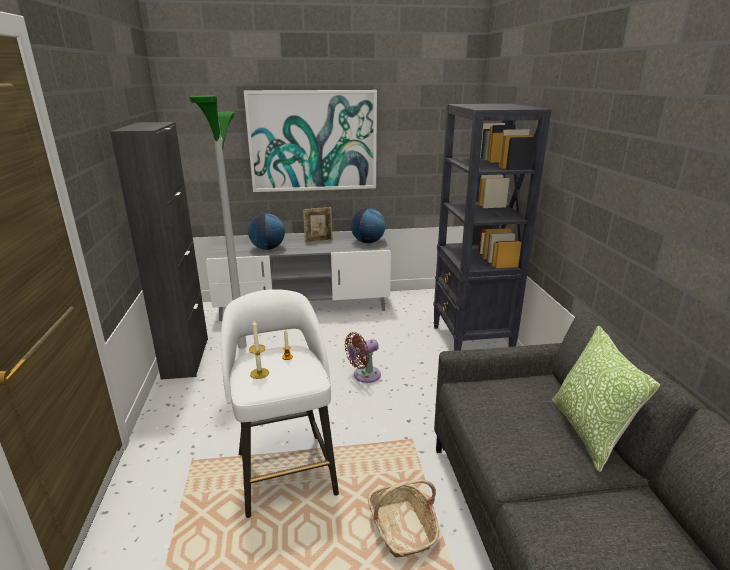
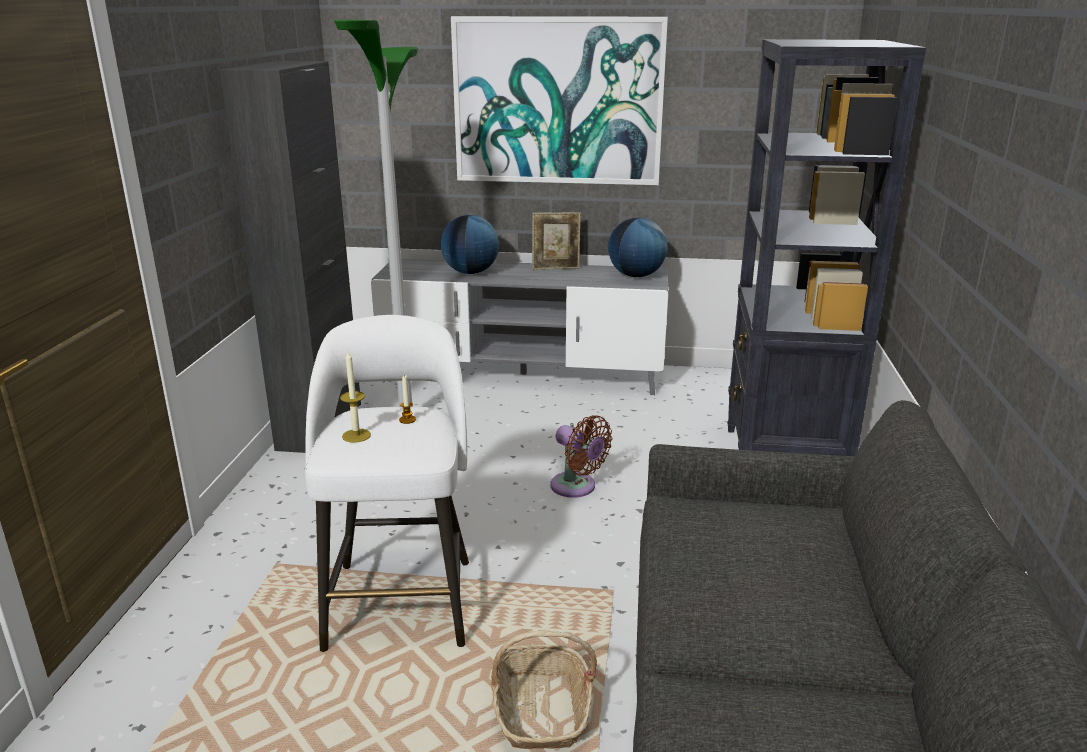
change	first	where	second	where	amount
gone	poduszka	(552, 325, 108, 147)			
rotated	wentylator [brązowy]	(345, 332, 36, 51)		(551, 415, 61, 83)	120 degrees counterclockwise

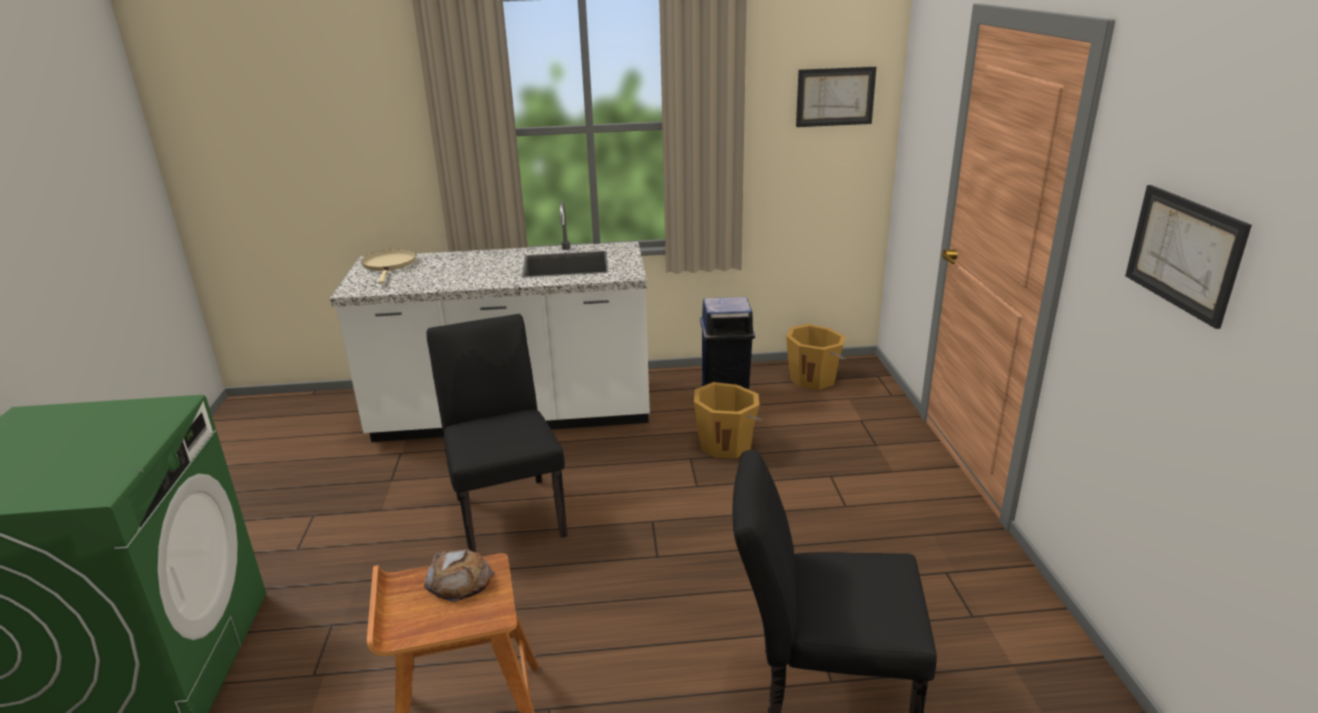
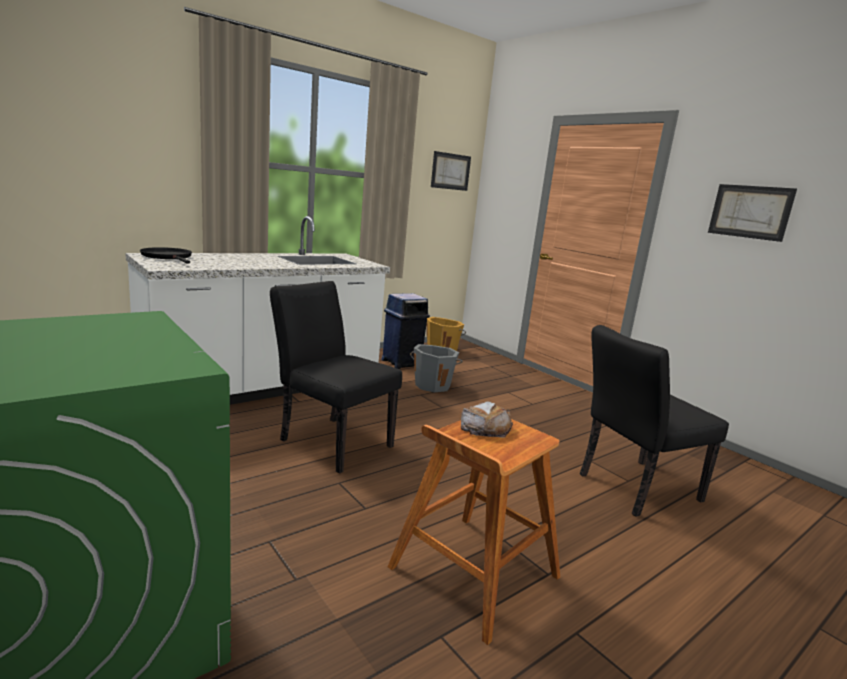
change	first	where	second	where	amount
repainted	patelnia [beżowy]	(361, 249, 55, 35)	patelnia [czarny]	(140, 247, 52, 16)	
repainted	wiadro [pomarańczowy]	(694, 382, 69, 76)	wiadro [szary]	(410, 344, 53, 48)	

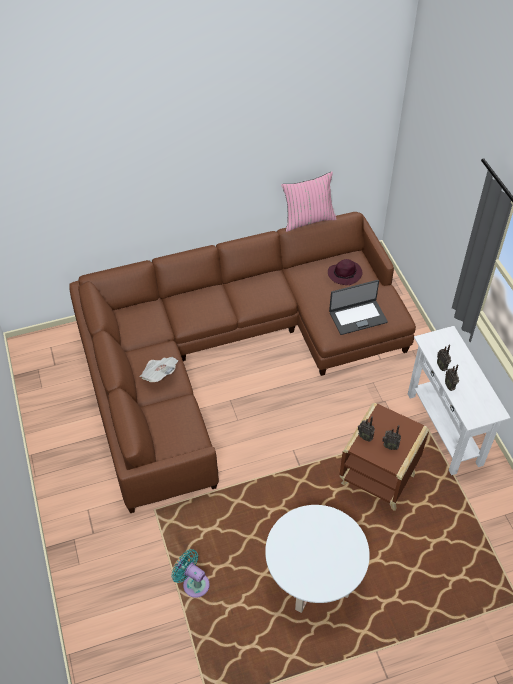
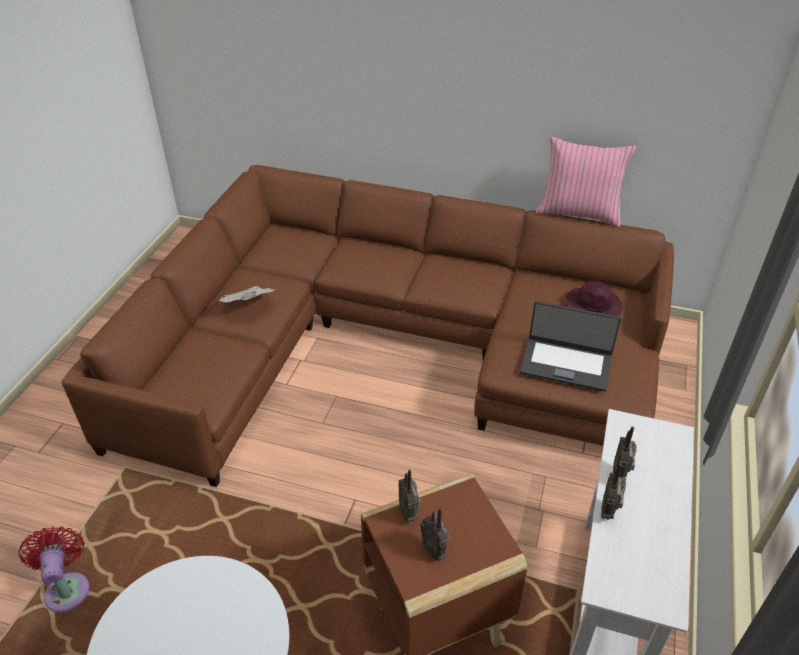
change	first	where	second	where	amount
repainted	wentylator [turkusowy]	(172, 549, 38, 49)	wentylator [czerwony]	(19, 526, 71, 87)	

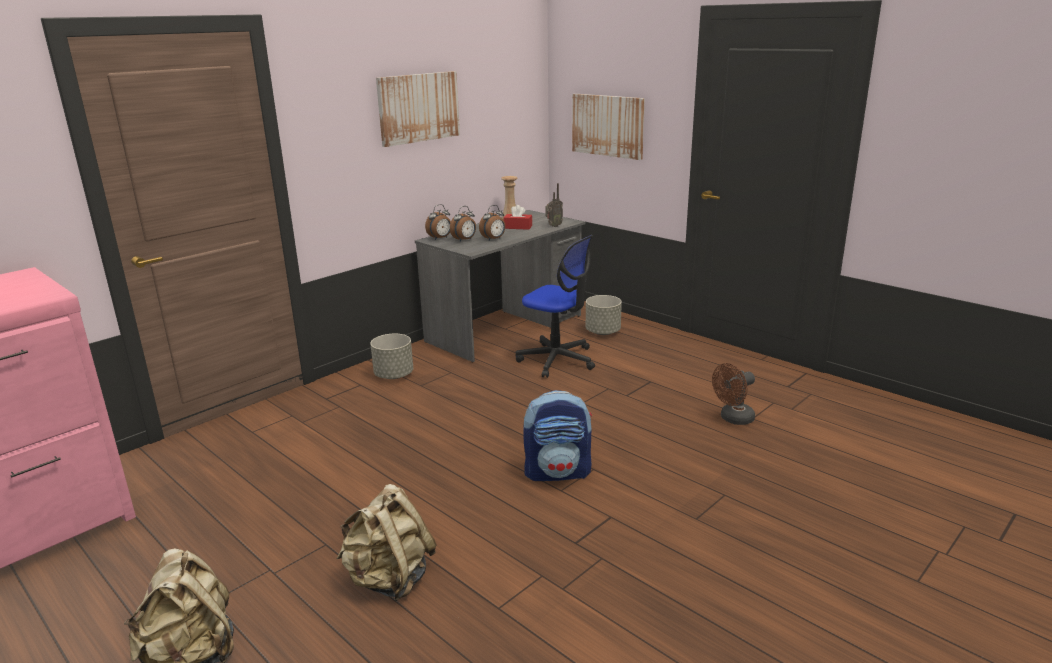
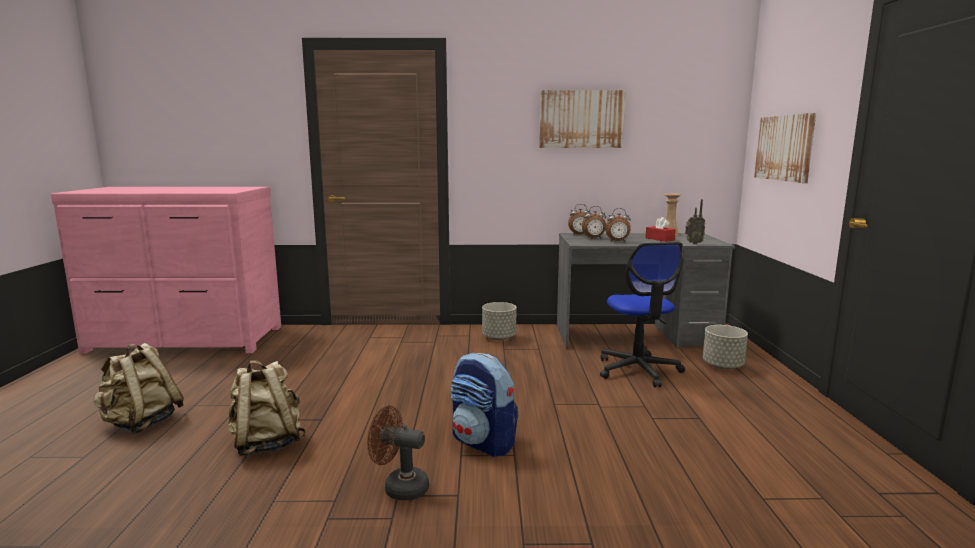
change	first	where	second	where	amount
shifted	wentylator [brązowy]	(712, 363, 43, 62)		(367, 406, 62, 95)	

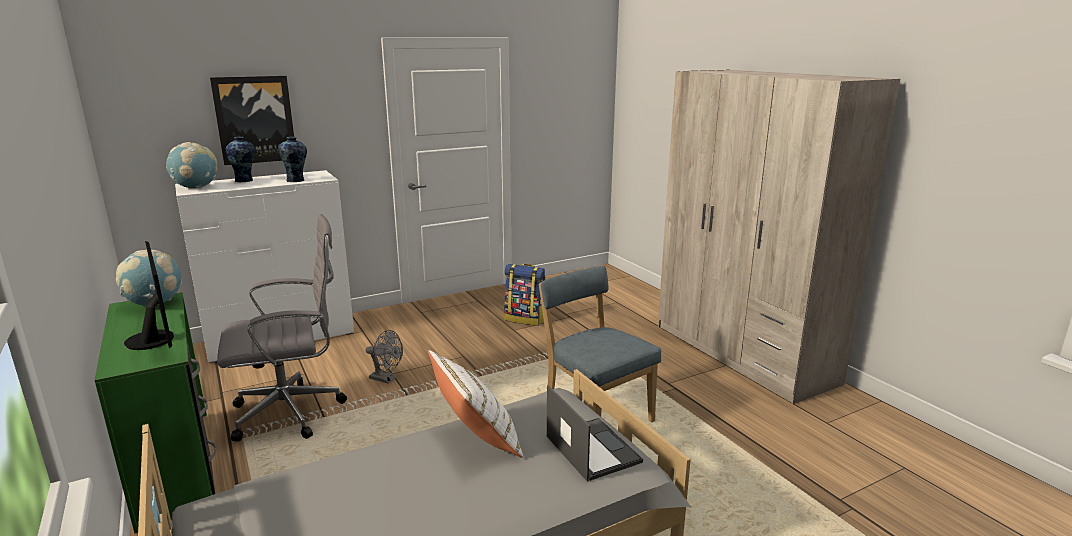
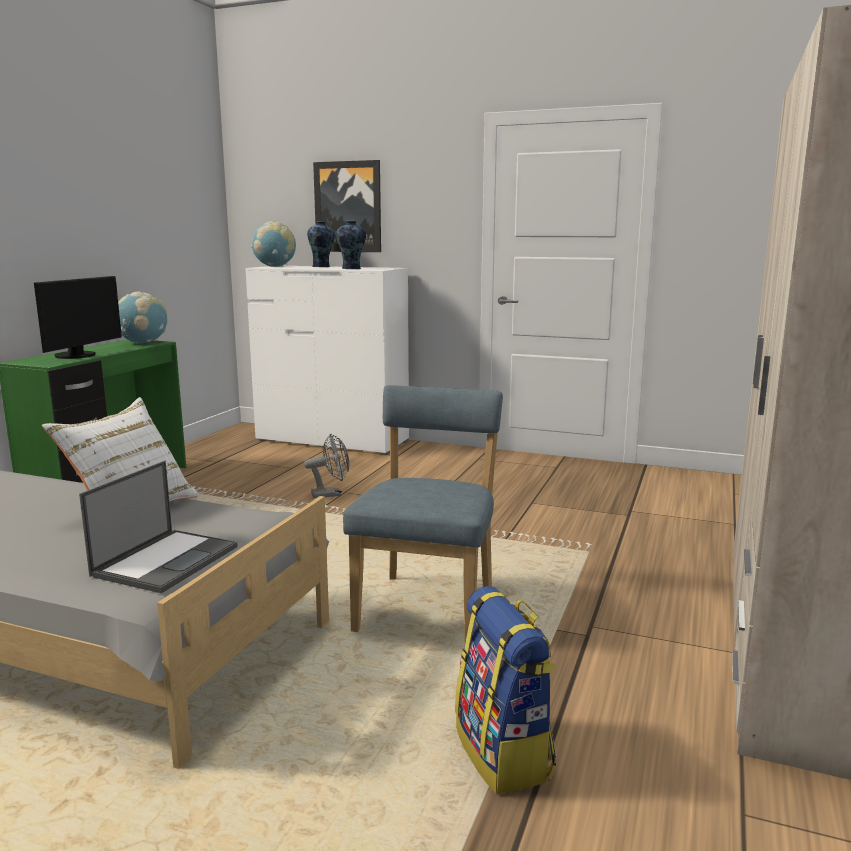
change	first	where	second	where	amount
gone	krzesło biurowe [szary]	(217, 214, 130, 228)			
shifted	plecak	(504, 264, 42, 62)		(455, 586, 101, 208)	
rotated	wentylator [szary]	(365, 330, 38, 54)		(304, 434, 45, 64)	90 degrees counterclockwise

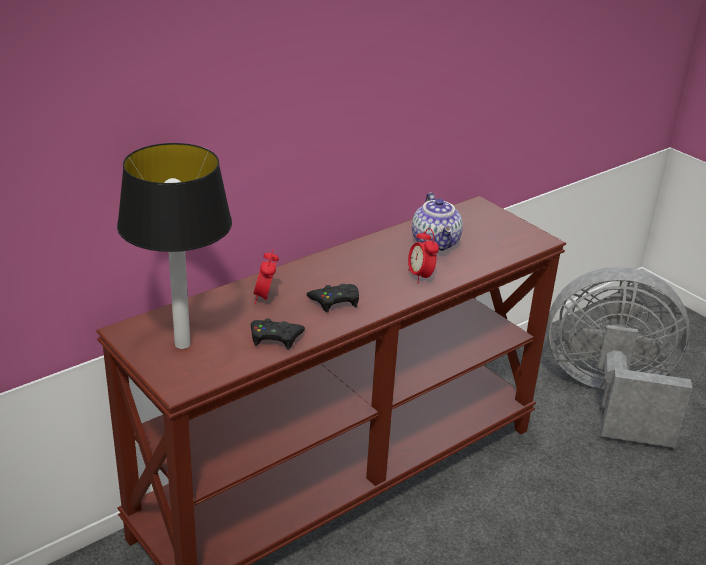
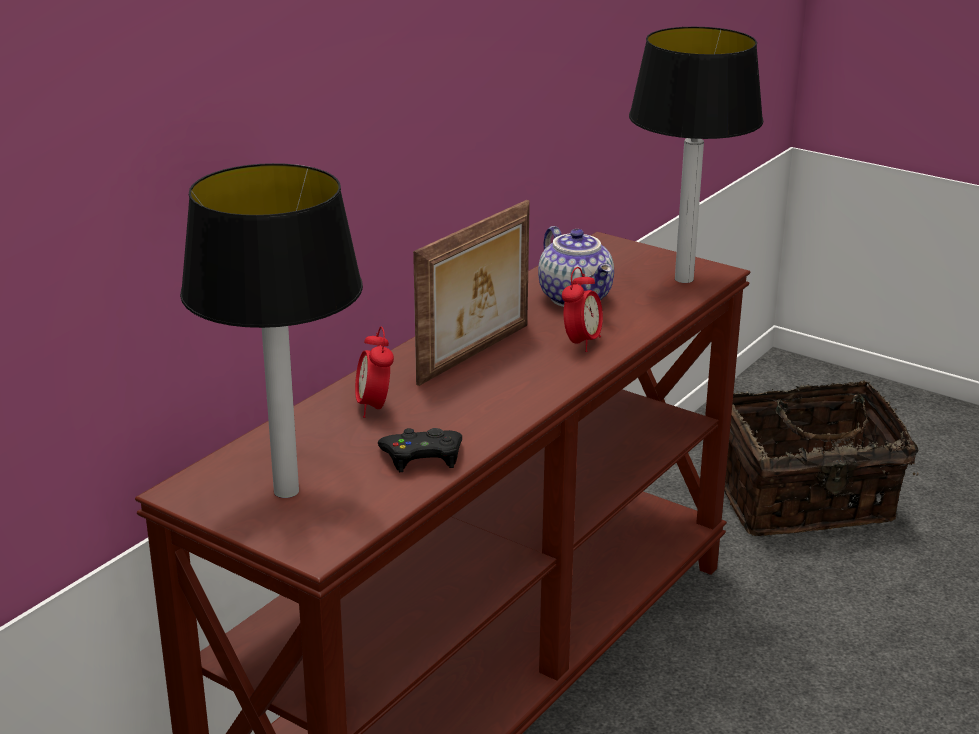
change	first	where	second	where	amount
gone	pad do gier [czarny]	(307, 284, 52, 28)			
new			ramka na zdjęcie	(413, 200, 117, 186)	
new			lampa stołowa	(629, 27, 134, 256)	
swapped	wentylator [szary]	(546, 267, 146, 181)	koszyk	(724, 380, 195, 156)	
rotated	budzik	(408, 228, 31, 56)		(562, 267, 41, 85)	120 degrees counterclockwise

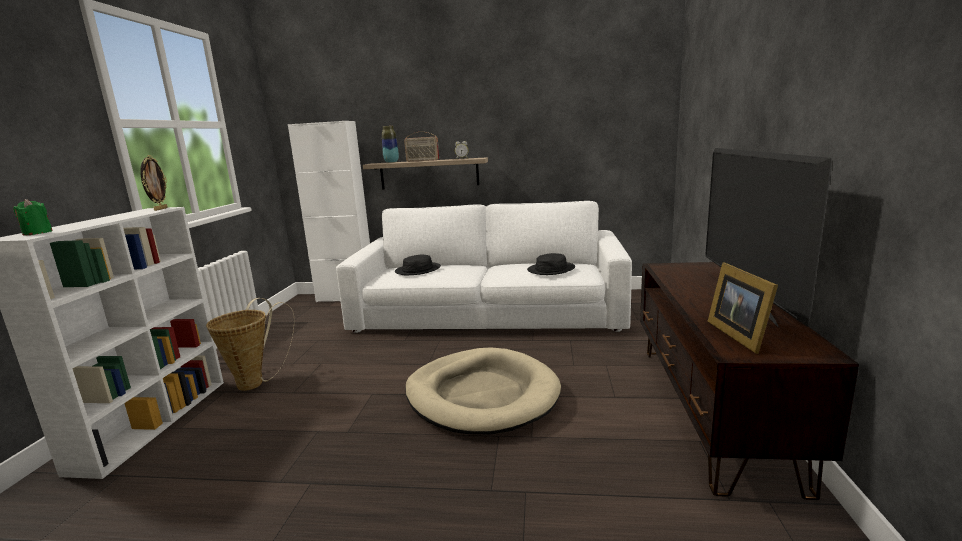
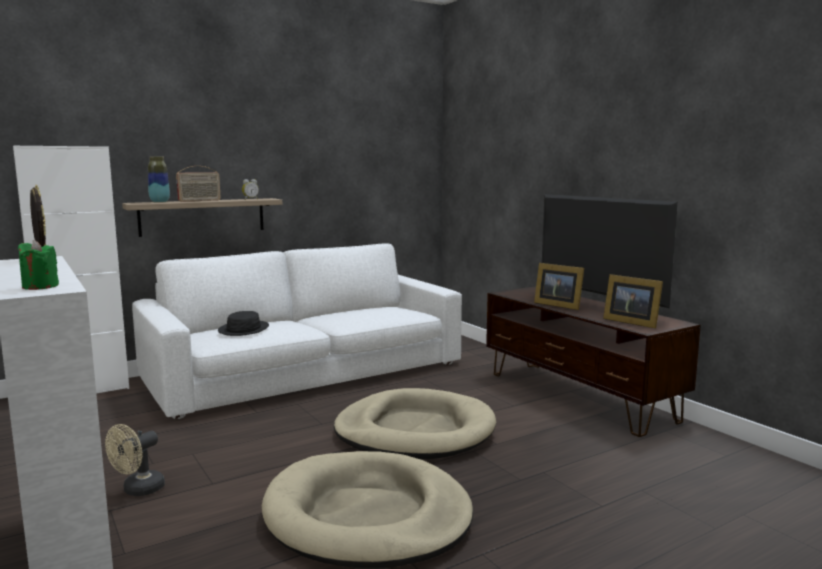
change	first	where	second	where	amount
gone	kapelusz [czarny]	(527, 253, 48, 22)			
new			legowisko [beżowy]	(262, 451, 211, 117)	
new			ramka na zdjęcie	(534, 263, 50, 47)	
swapped	koszyk	(206, 298, 88, 93)	wentylator [beżowy]	(105, 424, 60, 72)	

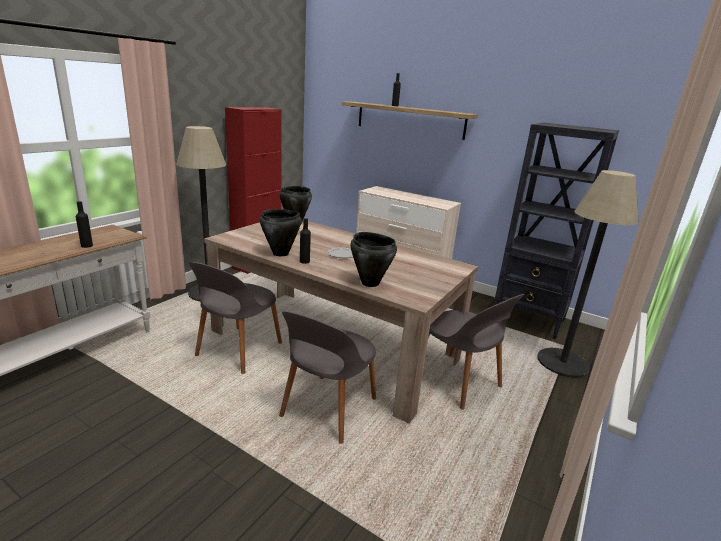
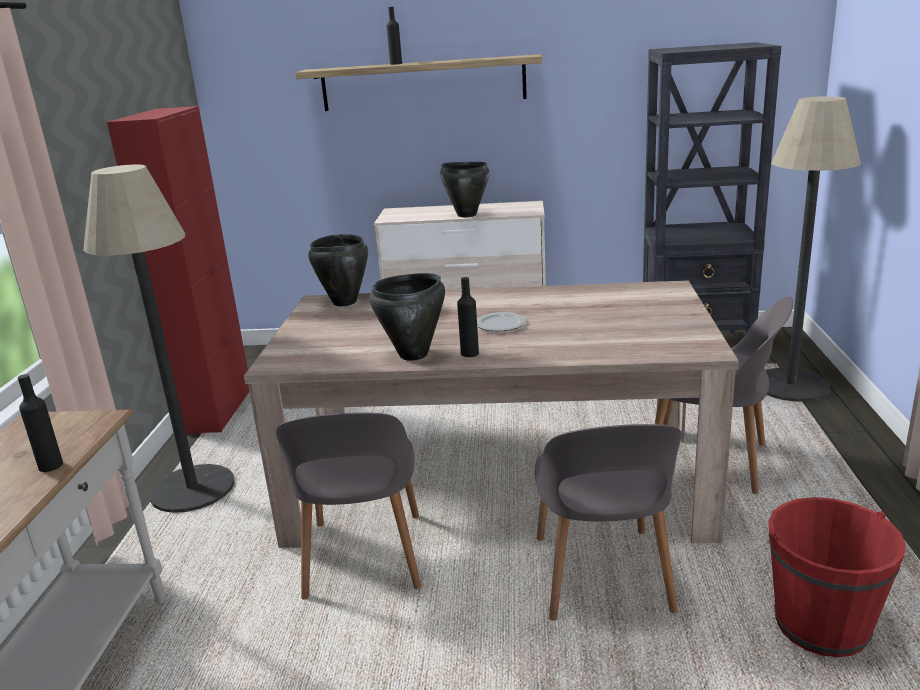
change	first	where	second	where	amount
new			wiadro [czerwony]	(768, 497, 138, 160)	
shifted	garnek [czarny]	(351, 232, 46, 55)		(440, 162, 50, 55)	

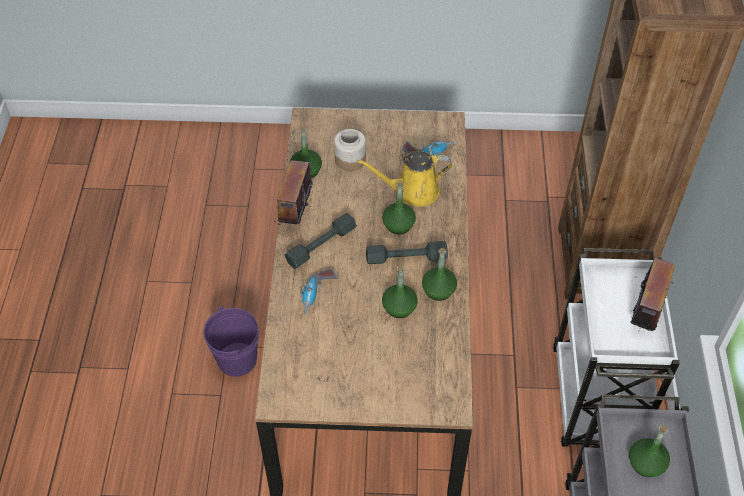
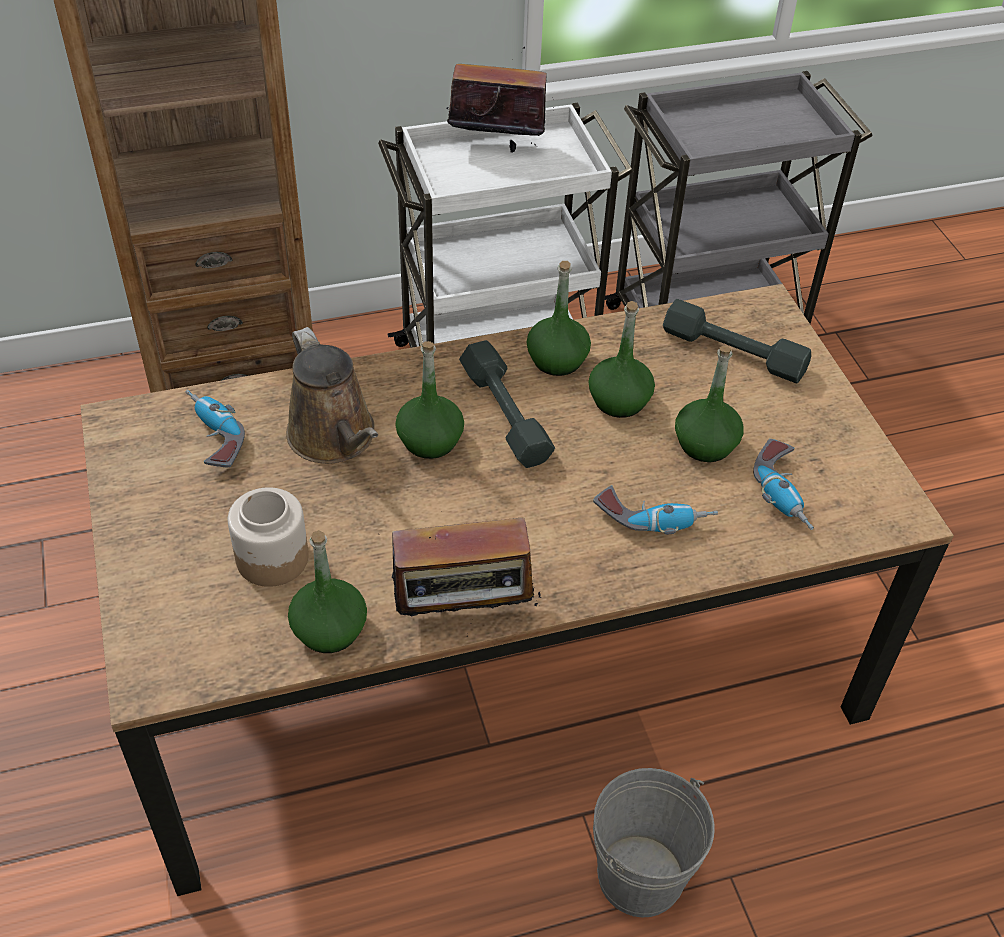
change	first	where	second	where	amount
new			wiertarka	(753, 439, 61, 91)	
shifted	hantel [szary]	(285, 213, 72, 56)		(663, 299, 148, 84)	
shifted	butelka [zielony]	(629, 425, 41, 52)		(675, 346, 69, 116)	
repainted	wiadro [fioletowy]	(203, 307, 56, 70)	wiadro [szary]	(593, 768, 122, 149)	
repainted	konewka [żółty]	(357, 151, 95, 56)	konewka [brązowy]	(286, 327, 92, 137)	

